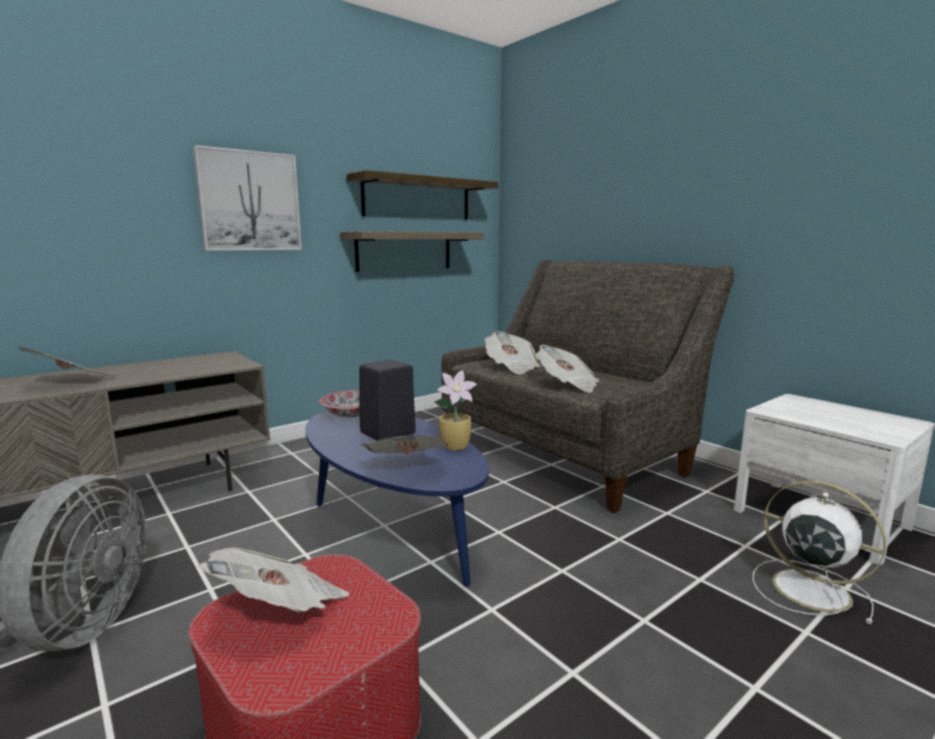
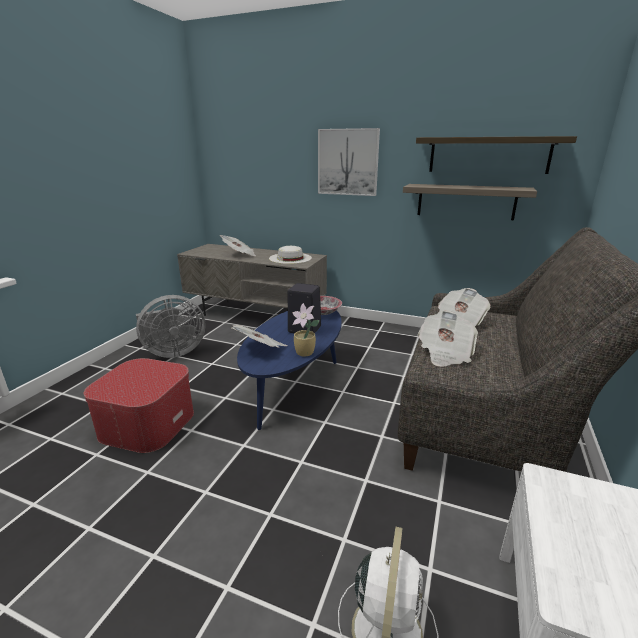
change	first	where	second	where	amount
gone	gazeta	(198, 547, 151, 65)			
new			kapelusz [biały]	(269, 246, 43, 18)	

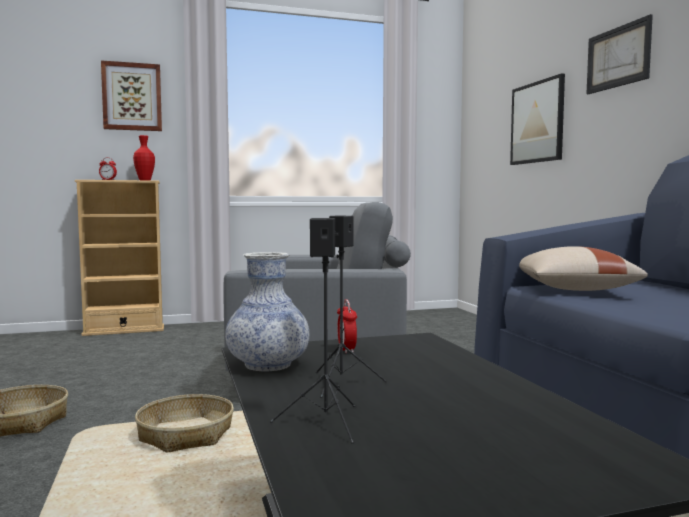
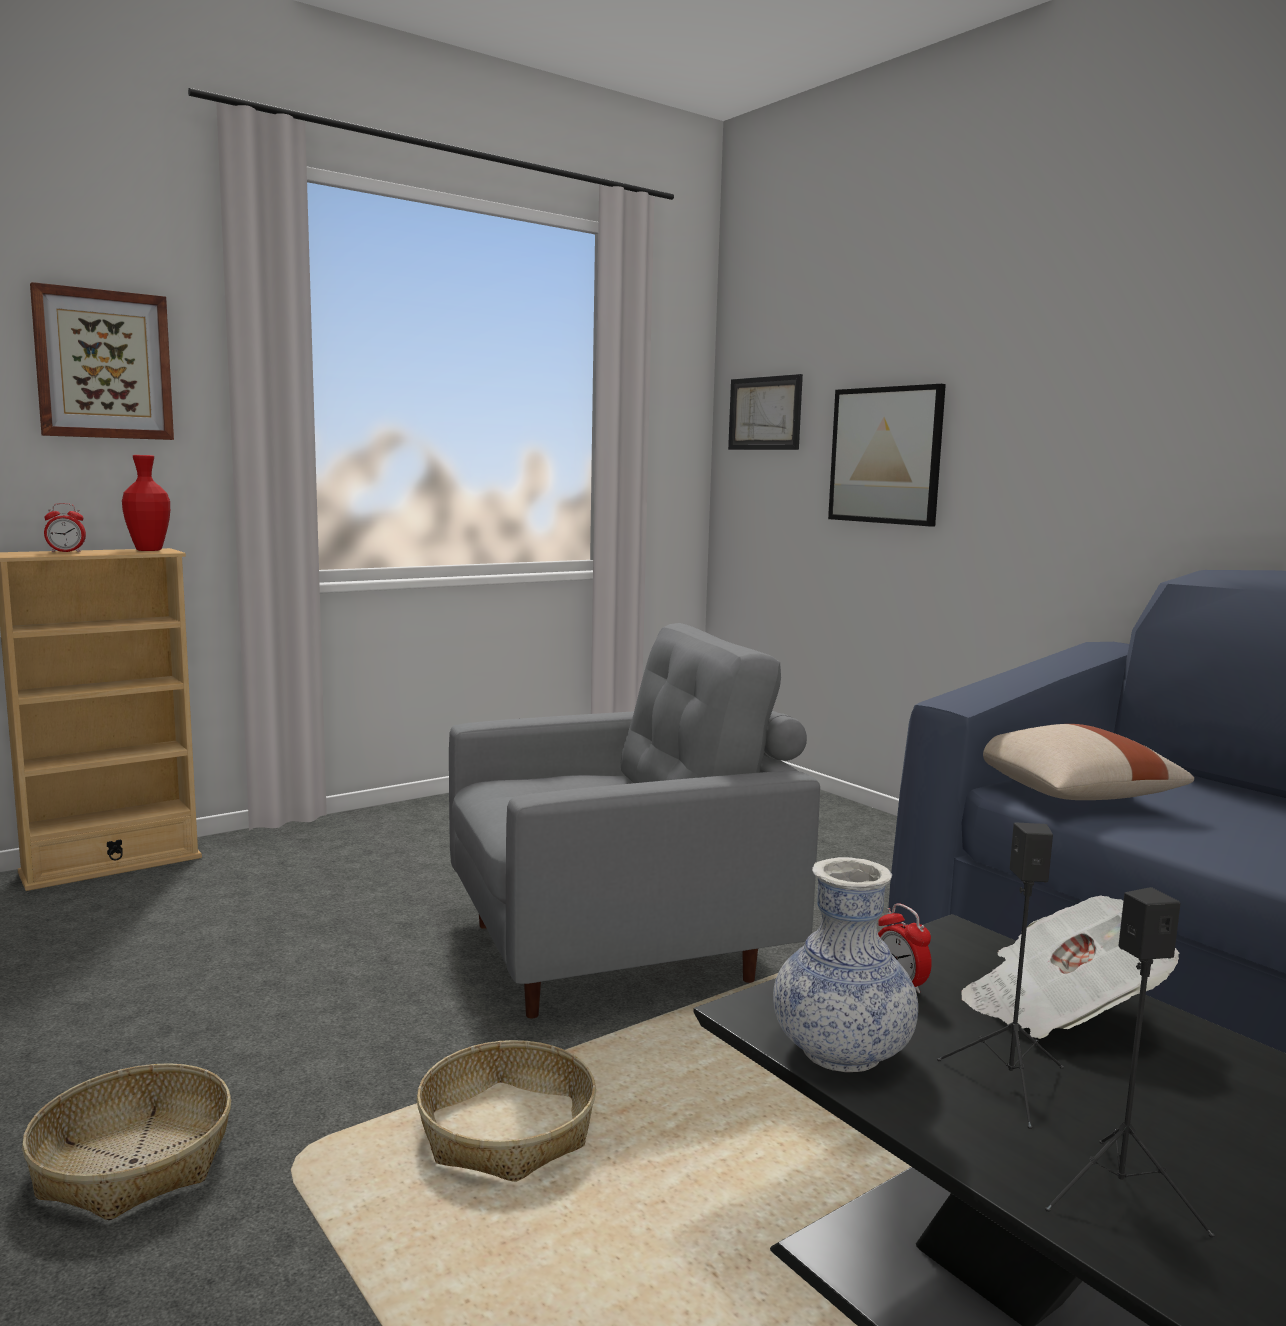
change	first	where	second	where	amount
new			gazeta	(962, 895, 217, 144)	
shifted	obraz	(586, 14, 67, 80)		(728, 374, 75, 76)	

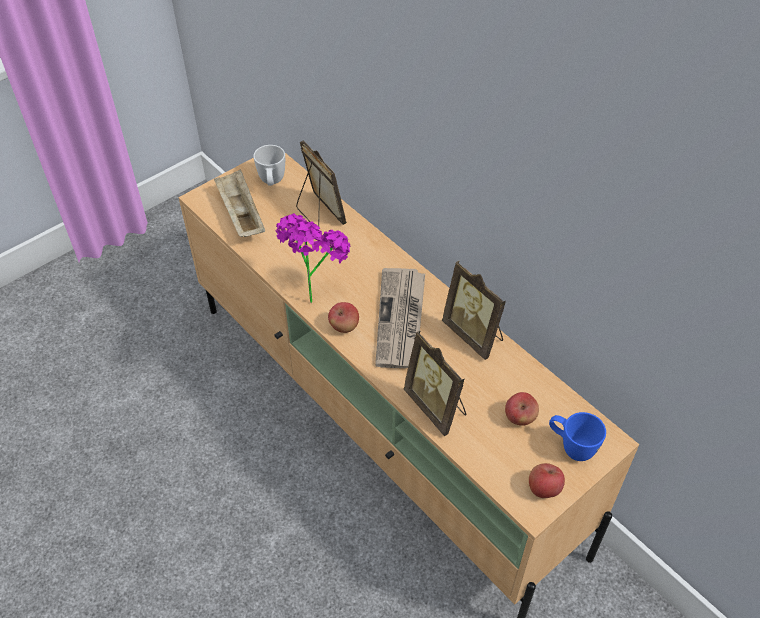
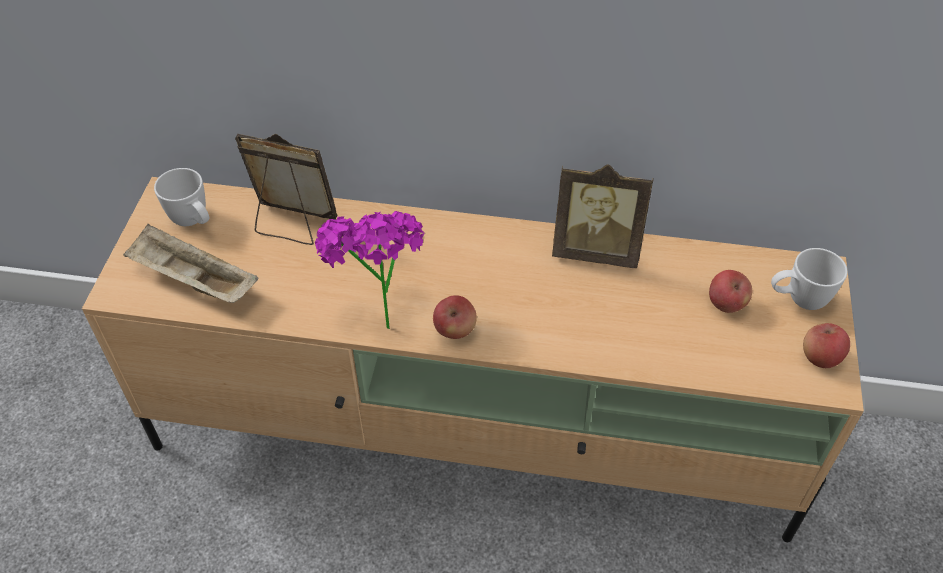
change	first	where	second	where	amount
gone	gazeta	(375, 268, 50, 100)			
gone	ramka na zdjęcie	(404, 331, 63, 105)			
repainted	kubek [niebieski]	(549, 412, 57, 49)	kubek [biały]	(771, 248, 77, 62)	

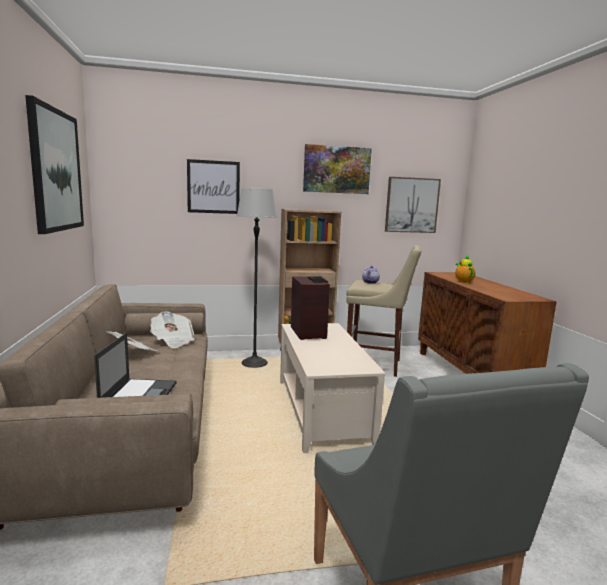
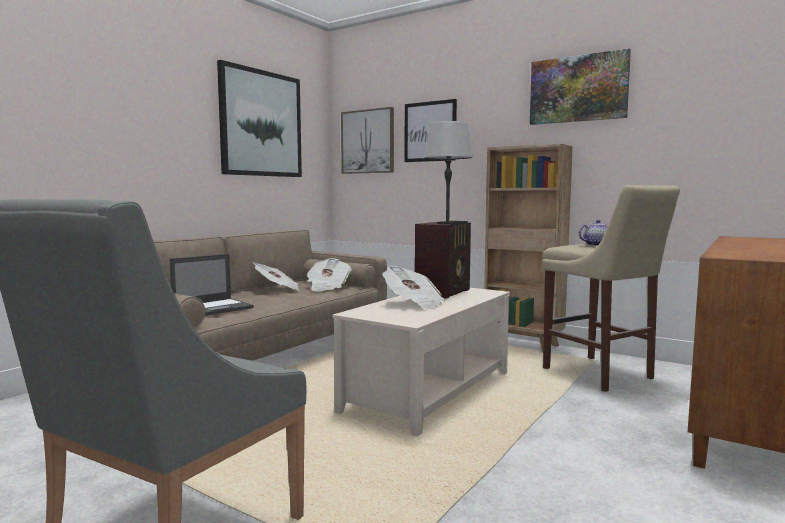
change	first	where	second	where	amount
gone	imbryk	(455, 255, 21, 28)			
new			gazeta	(382, 266, 63, 44)	
shifted	obraz	(385, 177, 56, 56)		(341, 107, 53, 67)	

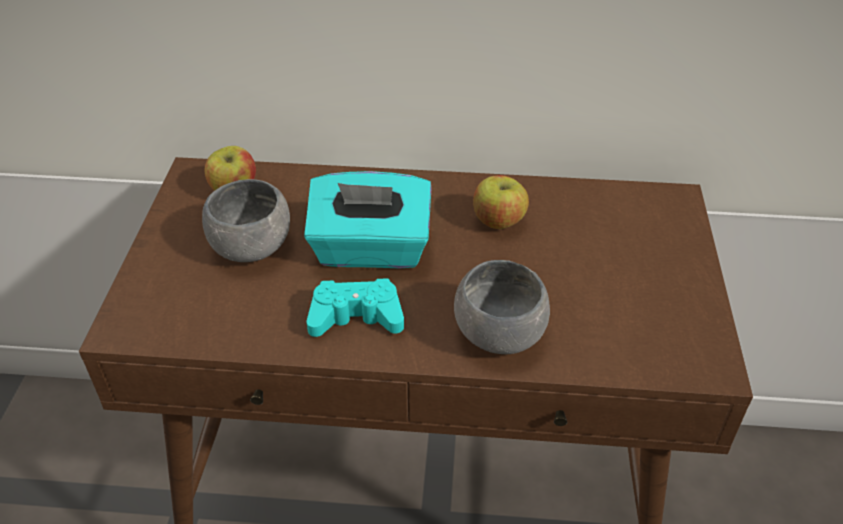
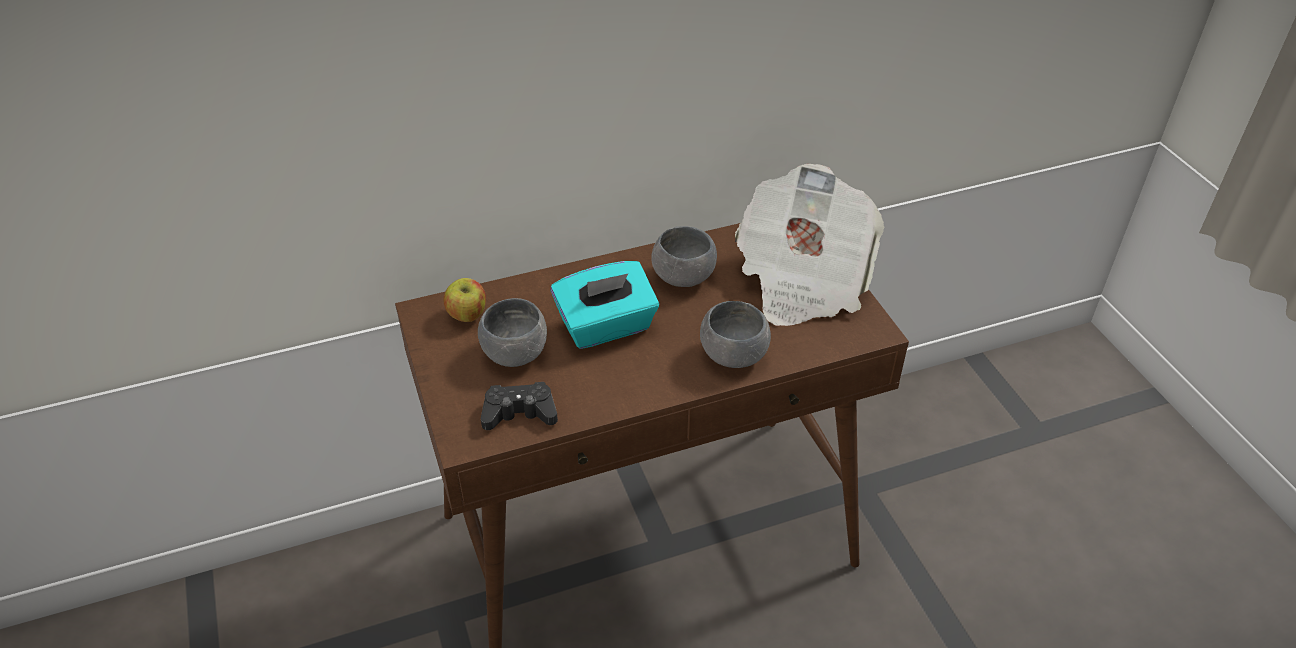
change	first	where	second	where	amount
gone	pad do gier [turkusowy]	(306, 278, 98, 59)			
new			pad do gier [czarny]	(481, 382, 77, 48)	
new			gazeta	(735, 164, 150, 162)	
swapped	jabłko	(473, 175, 56, 54)	miska [szary]	(651, 226, 66, 61)	

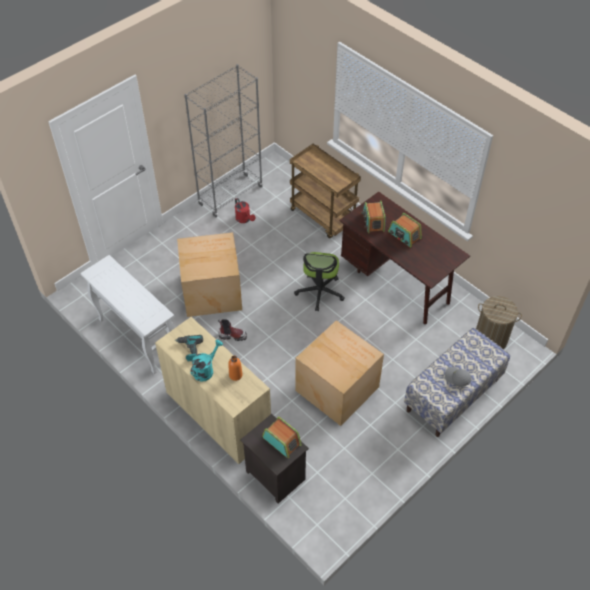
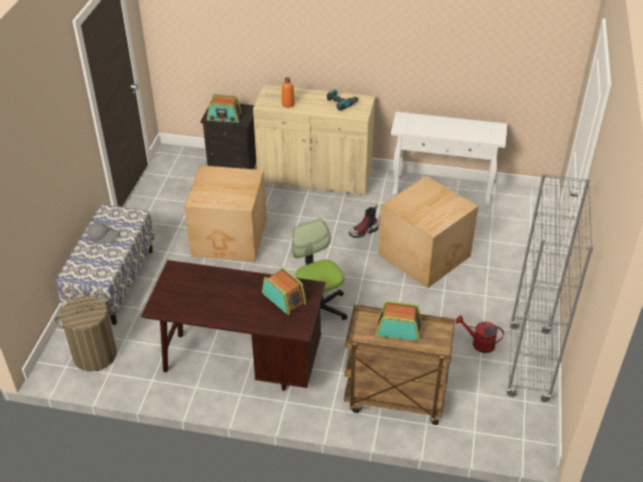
change	first	where	second	where	amount
gone	konewka [turkusowy]	(190, 340, 33, 42)			
shifted	radio	(388, 213, 34, 34)		(376, 301, 46, 40)	

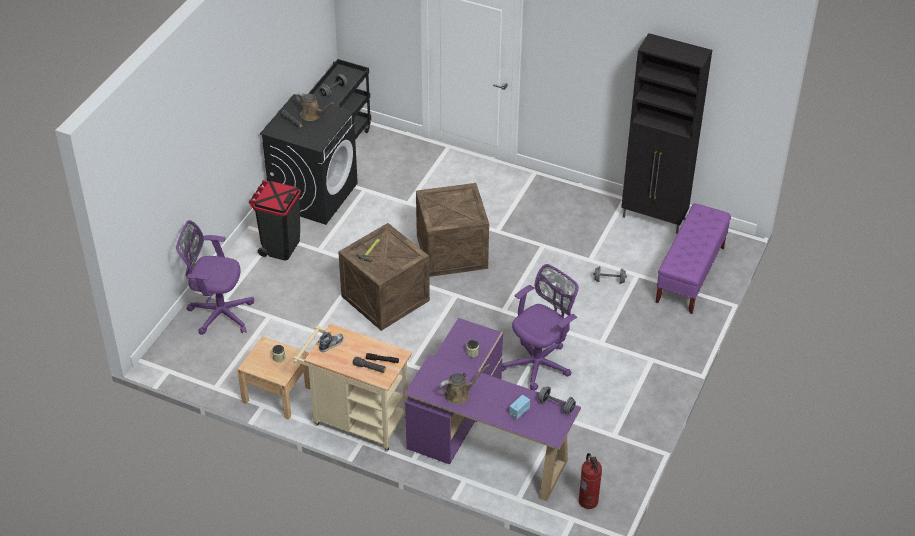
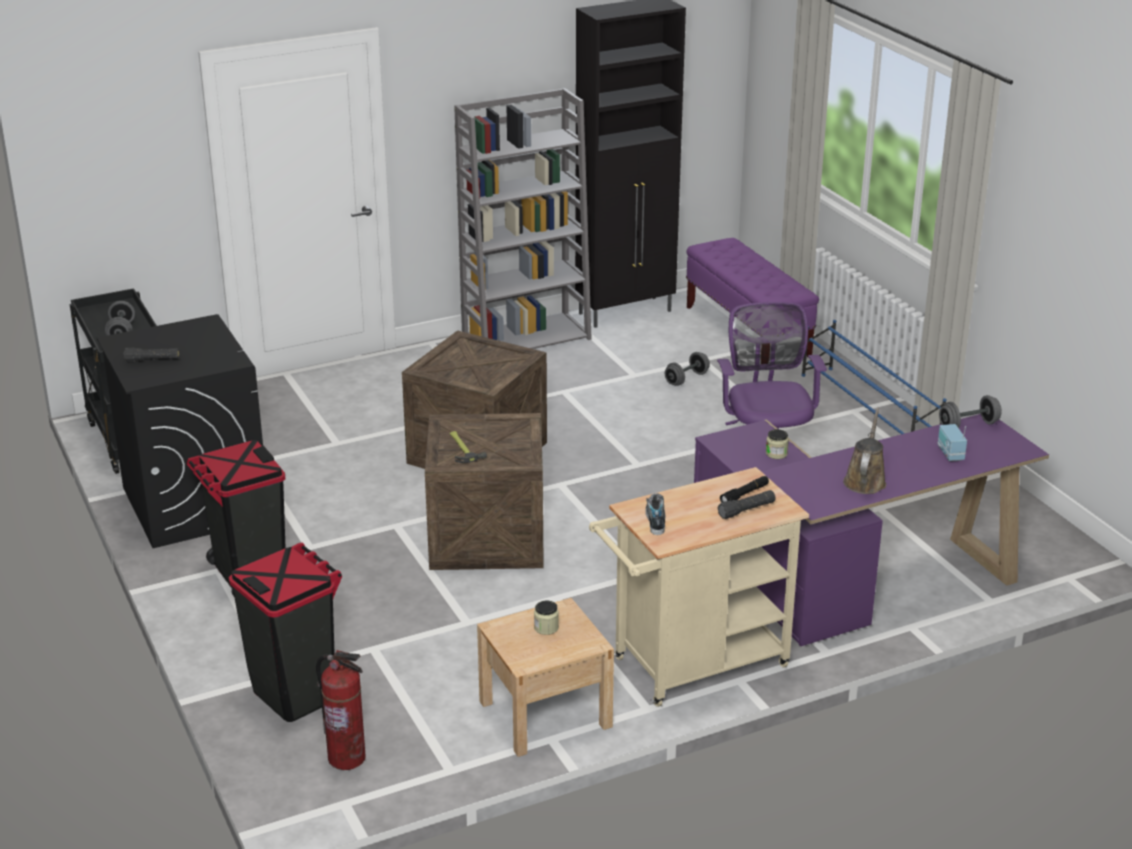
change	first	where	second	where	amount
gone	konewka [brązowy]	(296, 93, 38, 28)			
new			regał [szary]	(454, 88, 138, 261)	
new			regał na buty [niebieski]	(802, 320, 145, 114)	
shifted	gaśnica	(579, 453, 23, 56)		(316, 650, 49, 120)	
swapped	krzesło biurowe [fioletowy]	(176, 220, 78, 115)	kosz na śmieci [czarny]	(229, 543, 113, 179)	

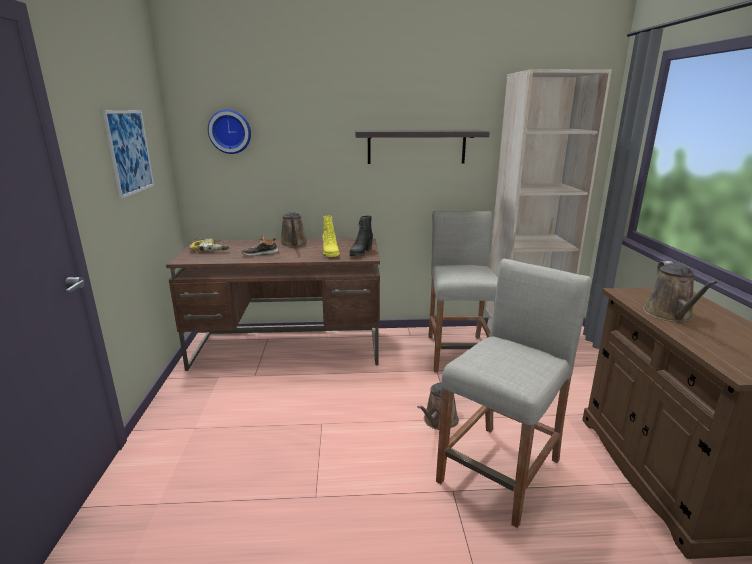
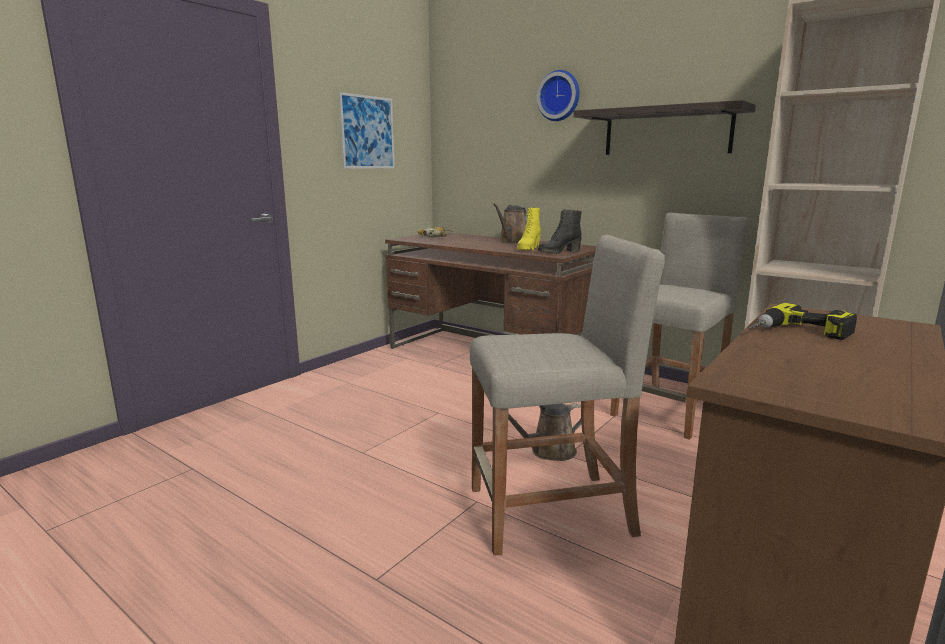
change	first	where	second	where	amount
gone	but	(242, 235, 37, 21)			
shifted	zegar ścienny	(208, 109, 43, 45)		(537, 70, 43, 51)	
swapped	konewka [brązowy]	(643, 261, 74, 61)	wiertarka	(748, 303, 109, 37)	

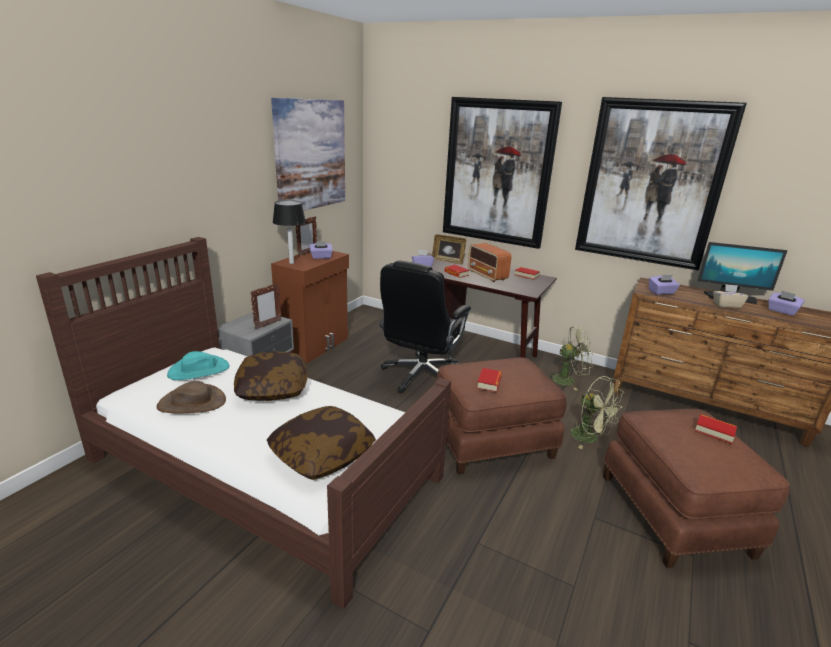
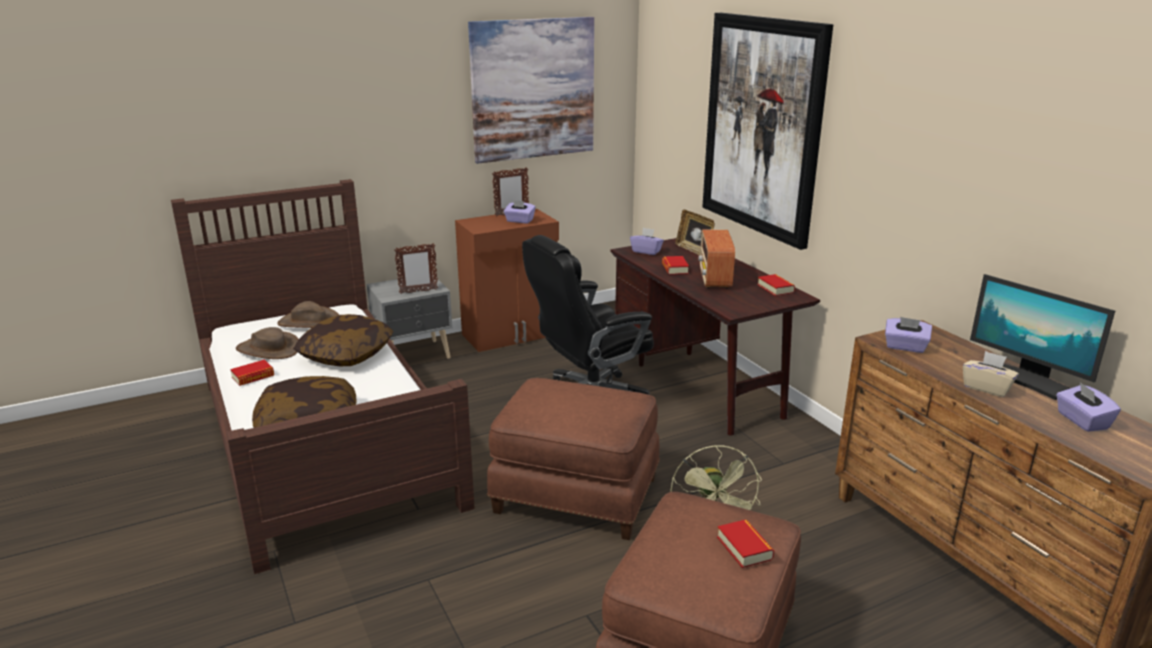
change	first	where	second	where	amount
gone	lampa stołowa	(273, 200, 33, 64)			
gone	wentylator [zielony]	(547, 327, 46, 63)			
gone	obraz	(575, 97, 172, 173)			
shifted	książka	(477, 368, 25, 24)		(230, 360, 44, 26)	
repainted	kapelusz [turkusowy]	(167, 351, 63, 29)	kapelusz [brązowy]	(277, 301, 62, 27)	

